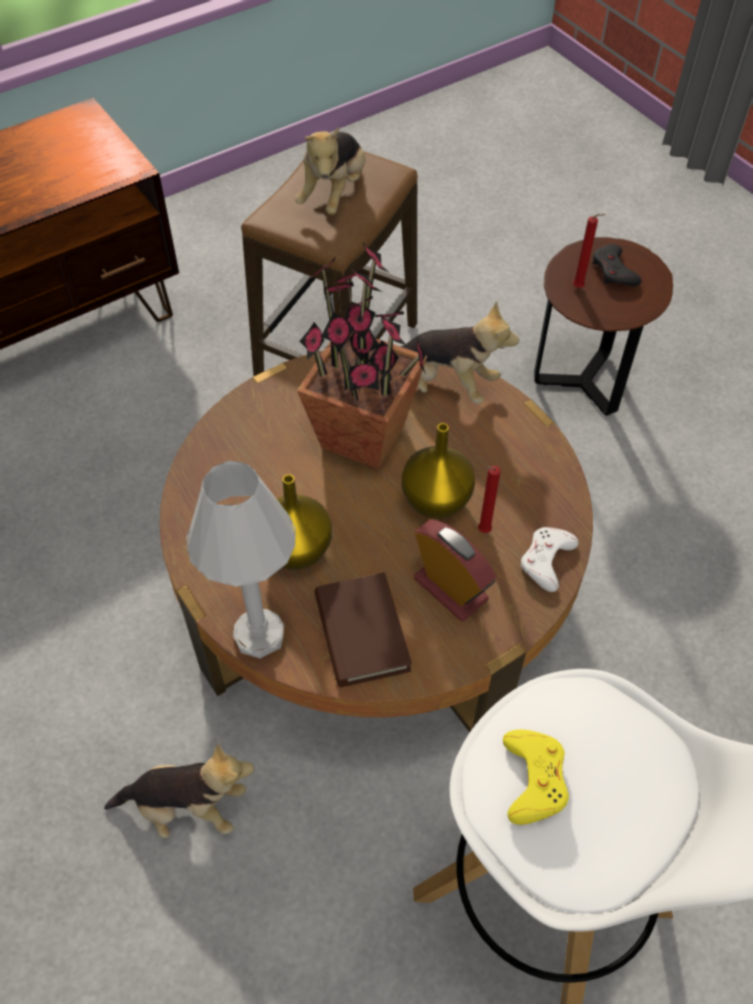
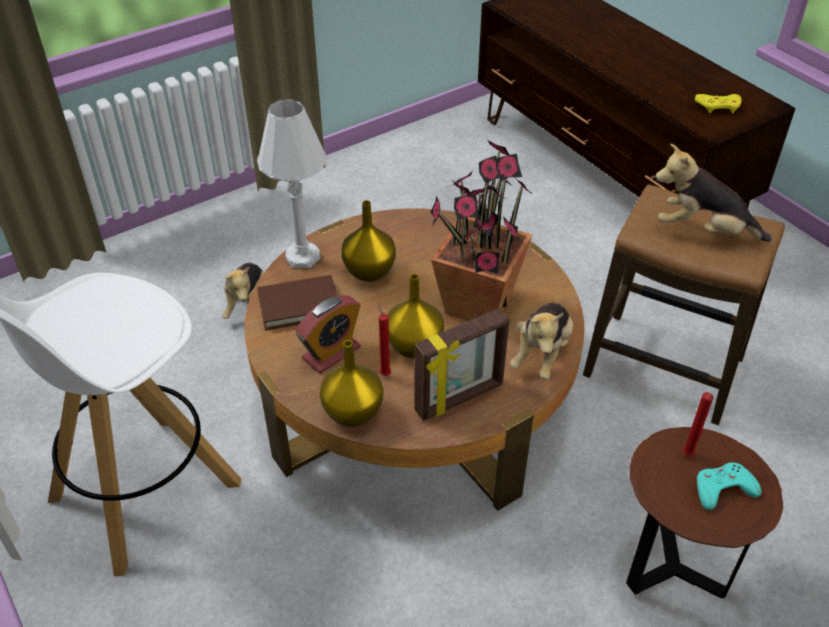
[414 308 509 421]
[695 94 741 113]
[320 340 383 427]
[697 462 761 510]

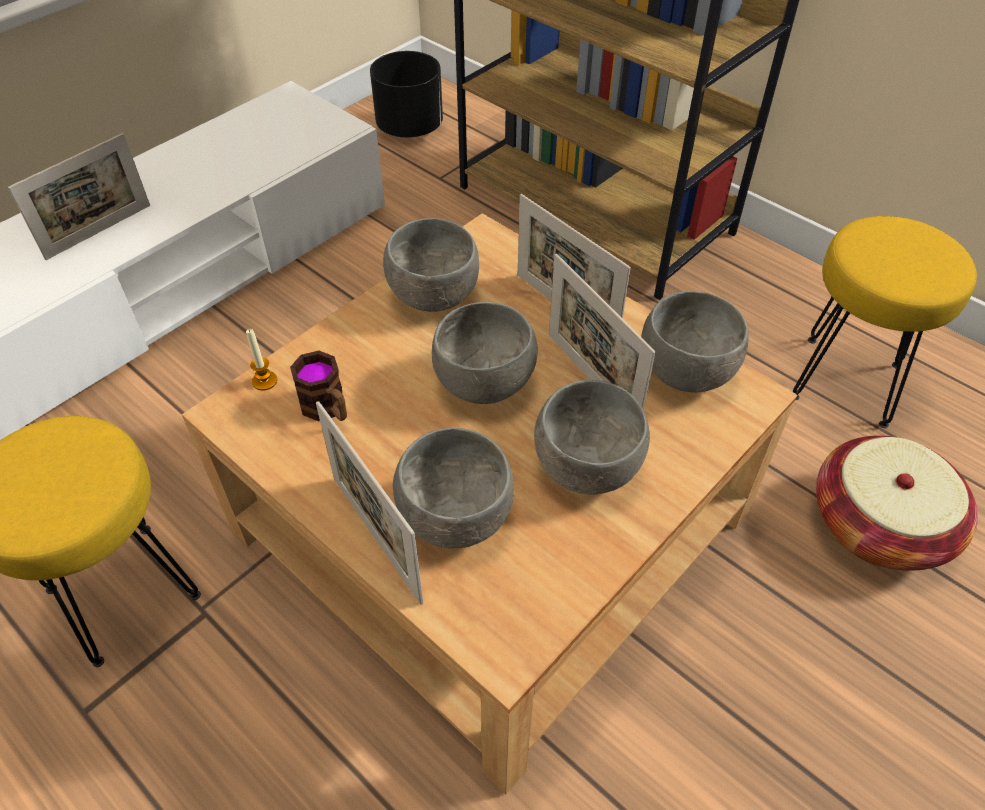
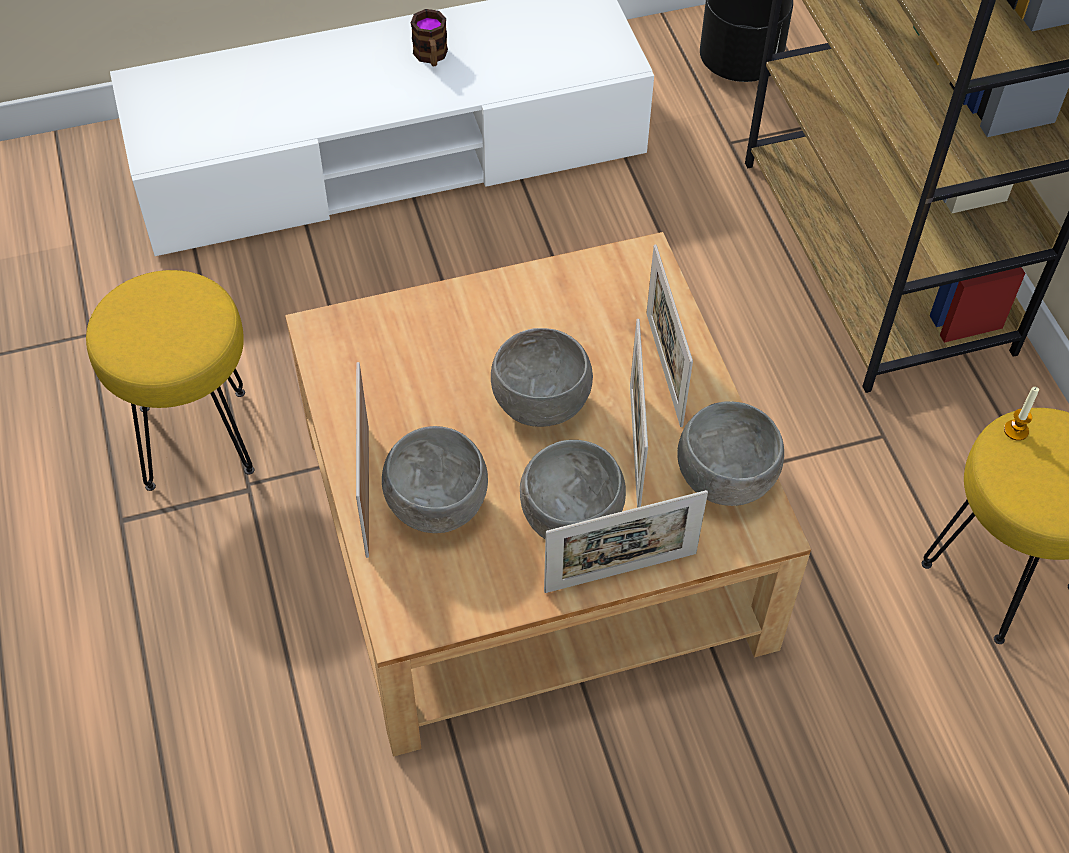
[383 218 479 312] (first image)
[816 435 978 570] (first image)
[544 490 708 593]
[1004 387 1039 441]
[411 9 448 66]

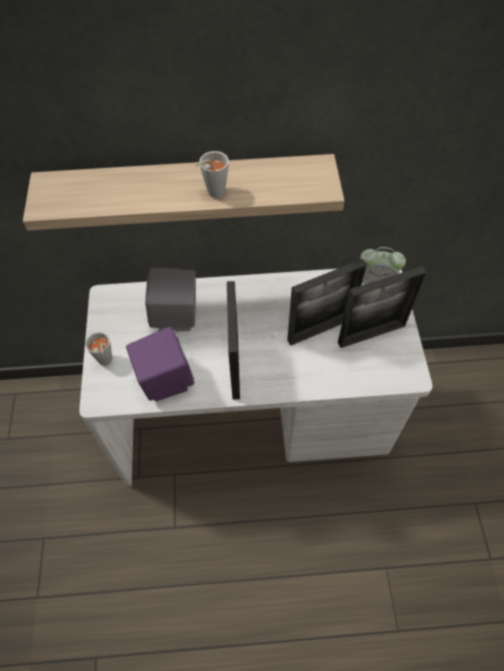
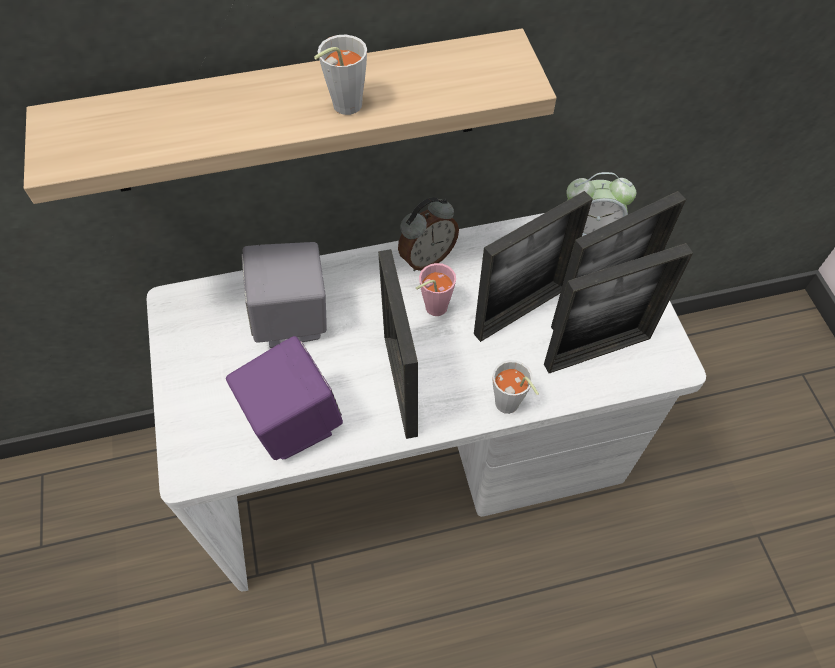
[398 197 459 271]
[416 263 456 316]
[544 243 693 373]
[492 360 539 414]

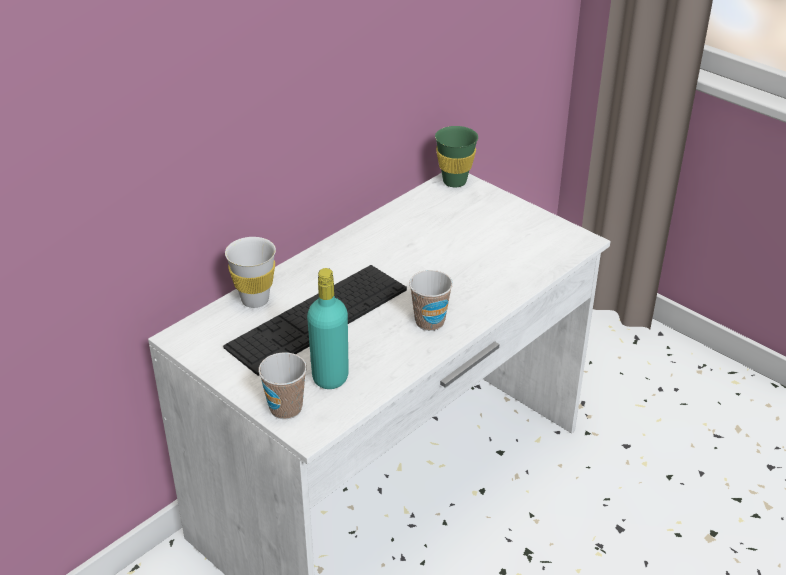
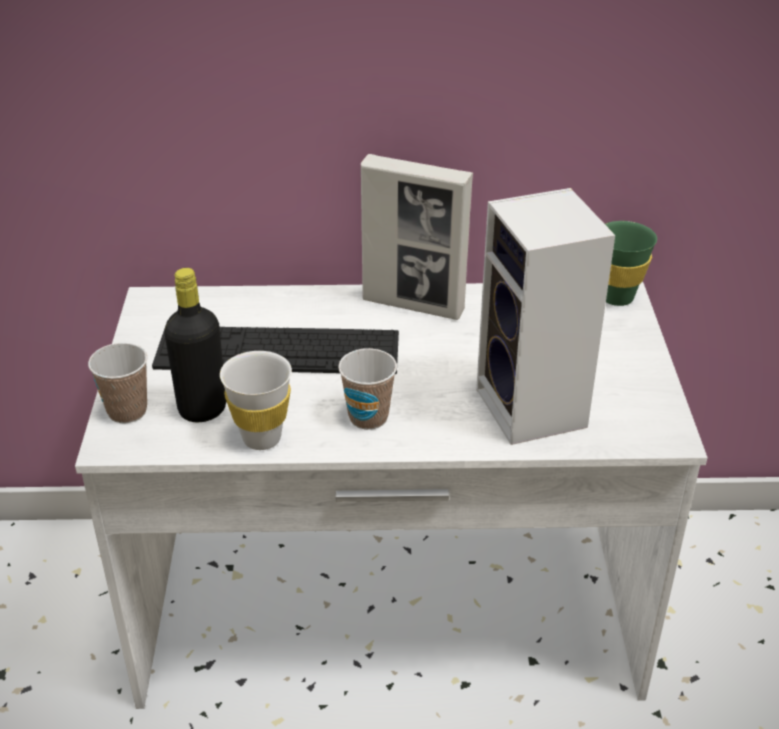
[361 154 473 320]
[476 188 615 445]
[220 351 292 450]
[164 268 226 422]

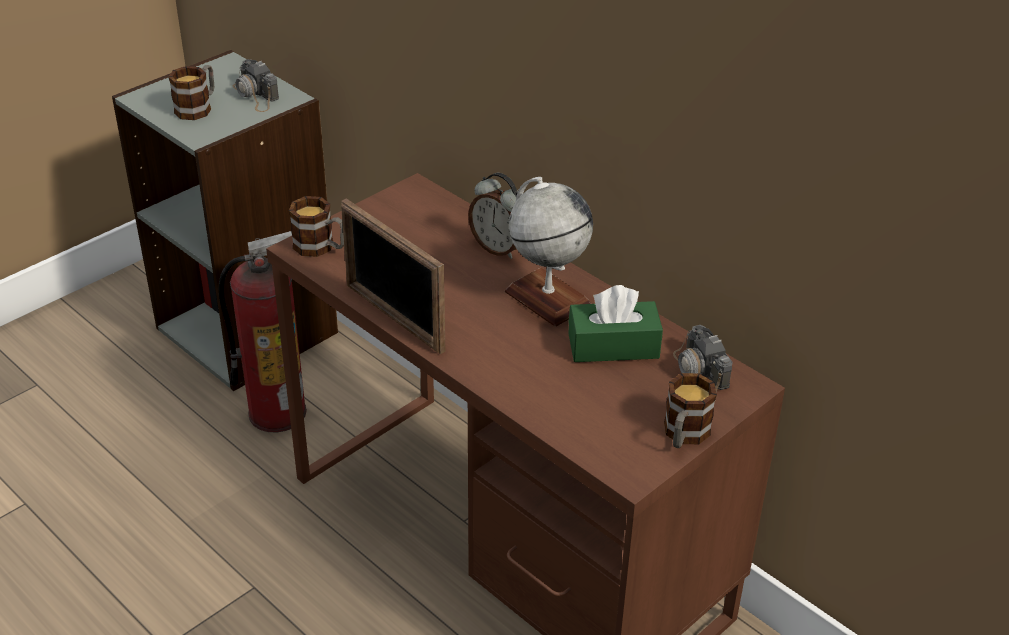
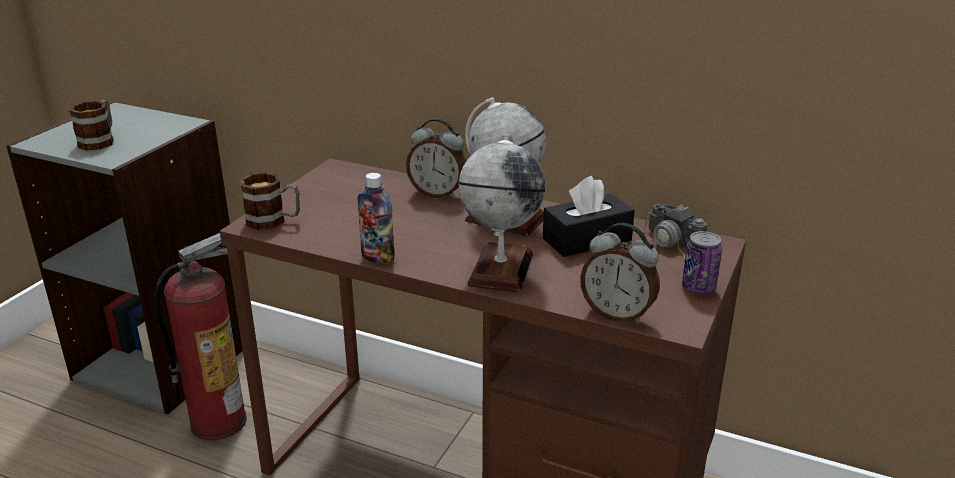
[233 59 279 112] (first image)
[459 134 545 292]
[580 223 660 324]
[357 173 395 263]
[682 231 722 295]
[543 176 635 257]

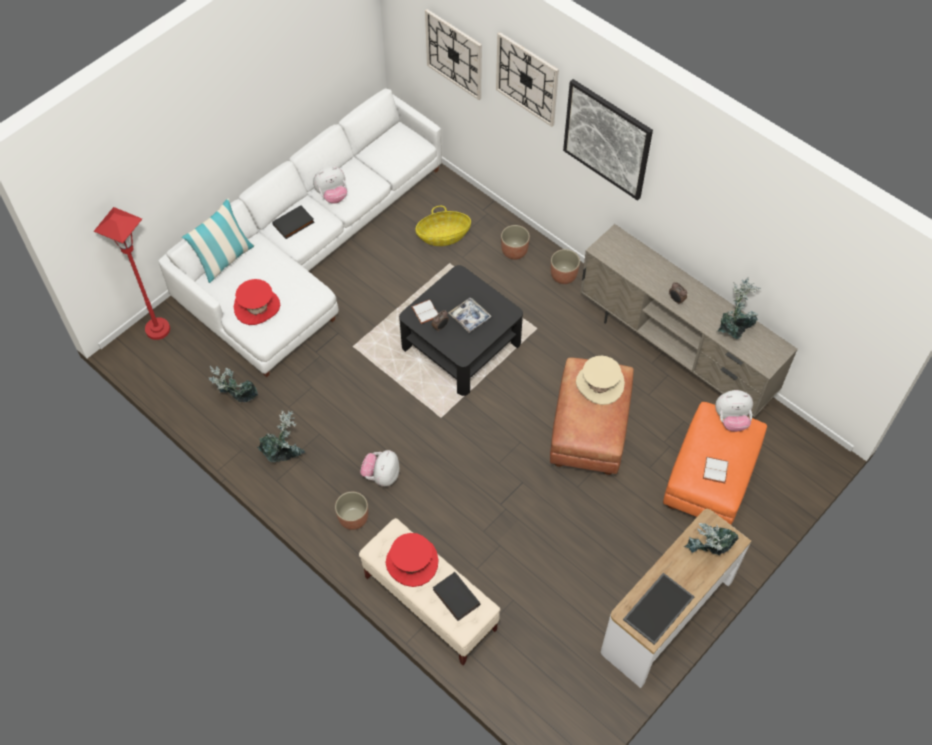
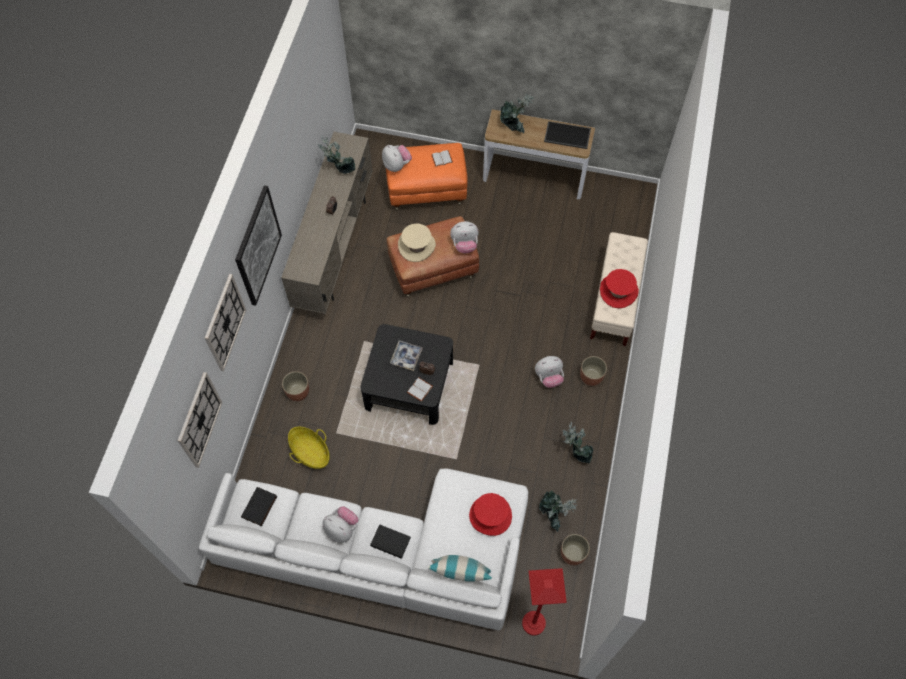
[450 221 479 253]
[241 487 277 526]
[561 534 590 565]

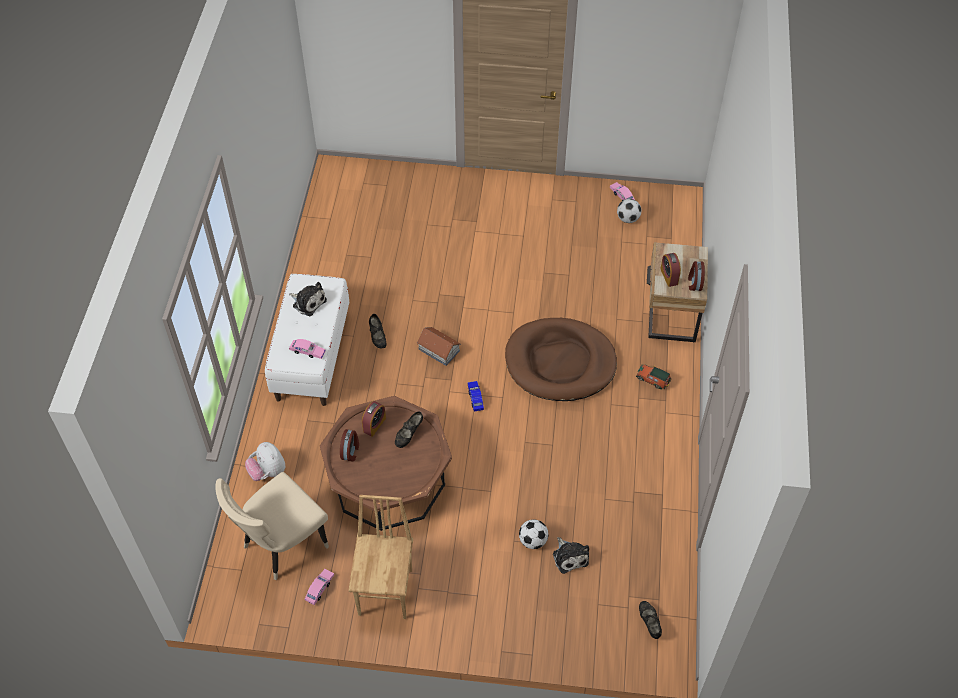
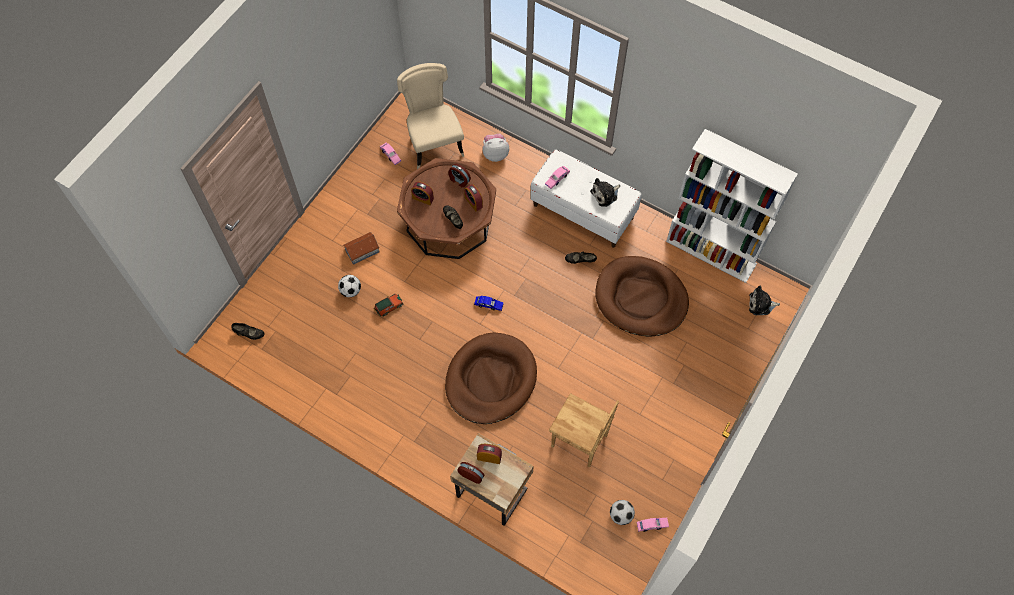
[411 181 434 205]
[595 256 689 336]
[666 129 798 283]
[549 393 619 468]
[343 232 380 265]
[749 286 780 315]
[374 294 404 317]

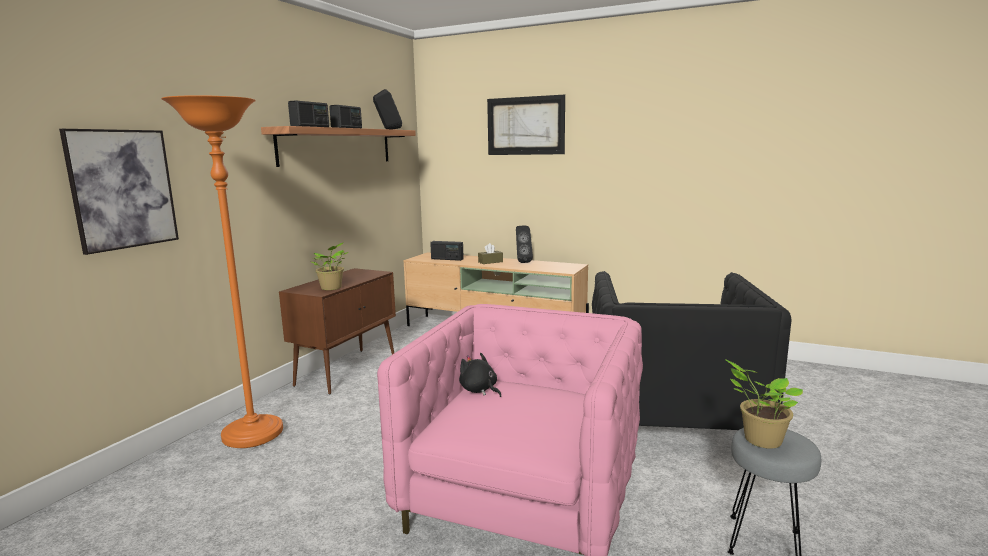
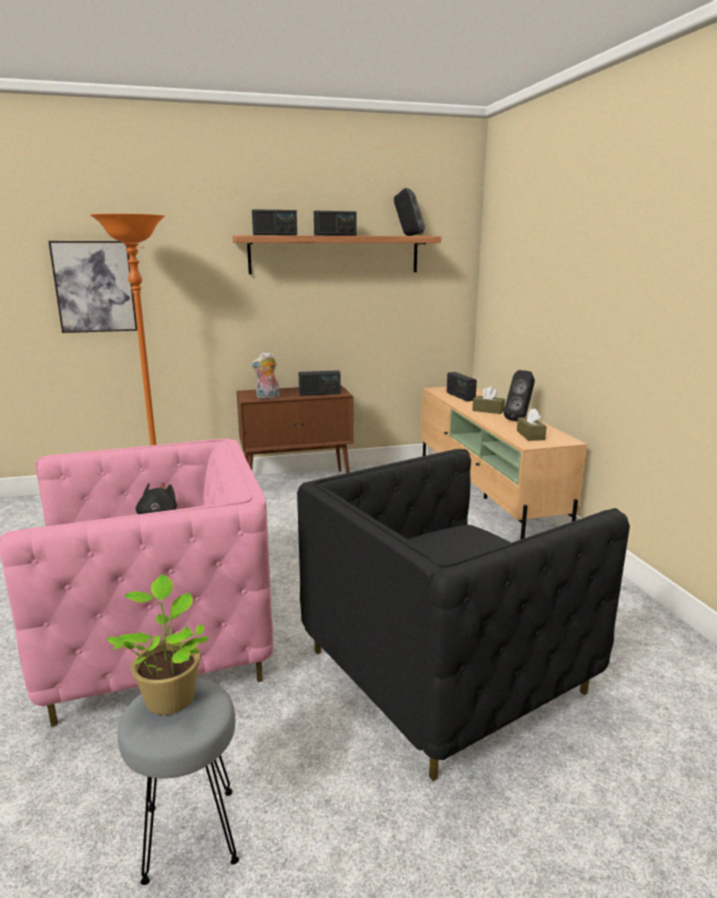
[487 95 565 155] (first image)
[298 370 341 396]
[517 408 547 441]
[251 352 279 399]

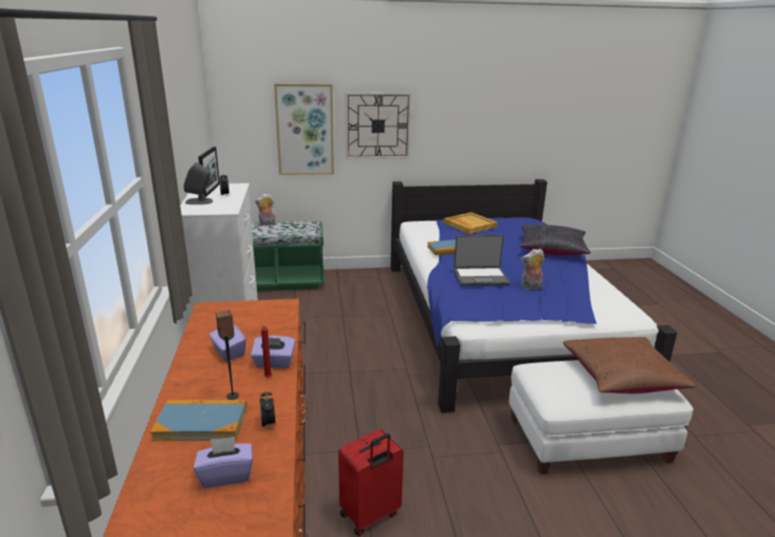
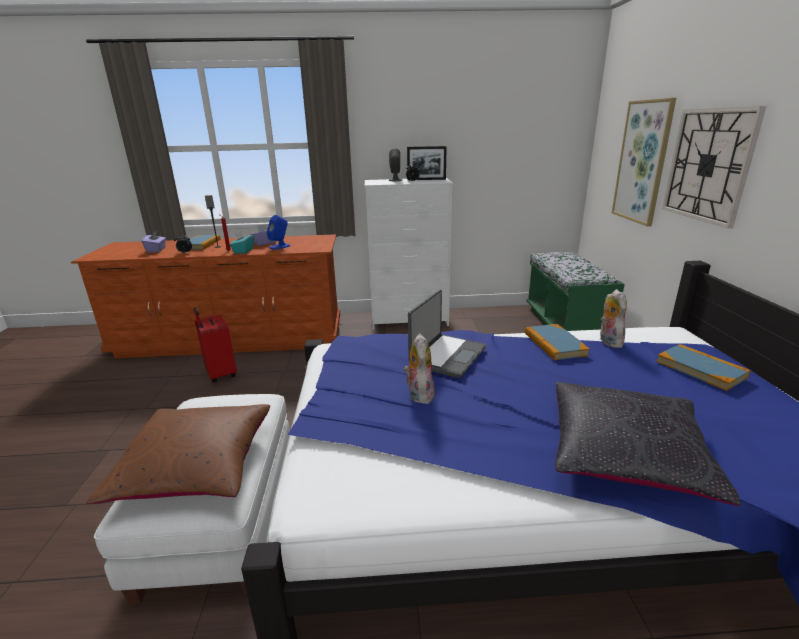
[267 215 290 249]
[600 289 627 348]
[656 344 751 391]
[230 231 254 254]
[408 290 486 378]

